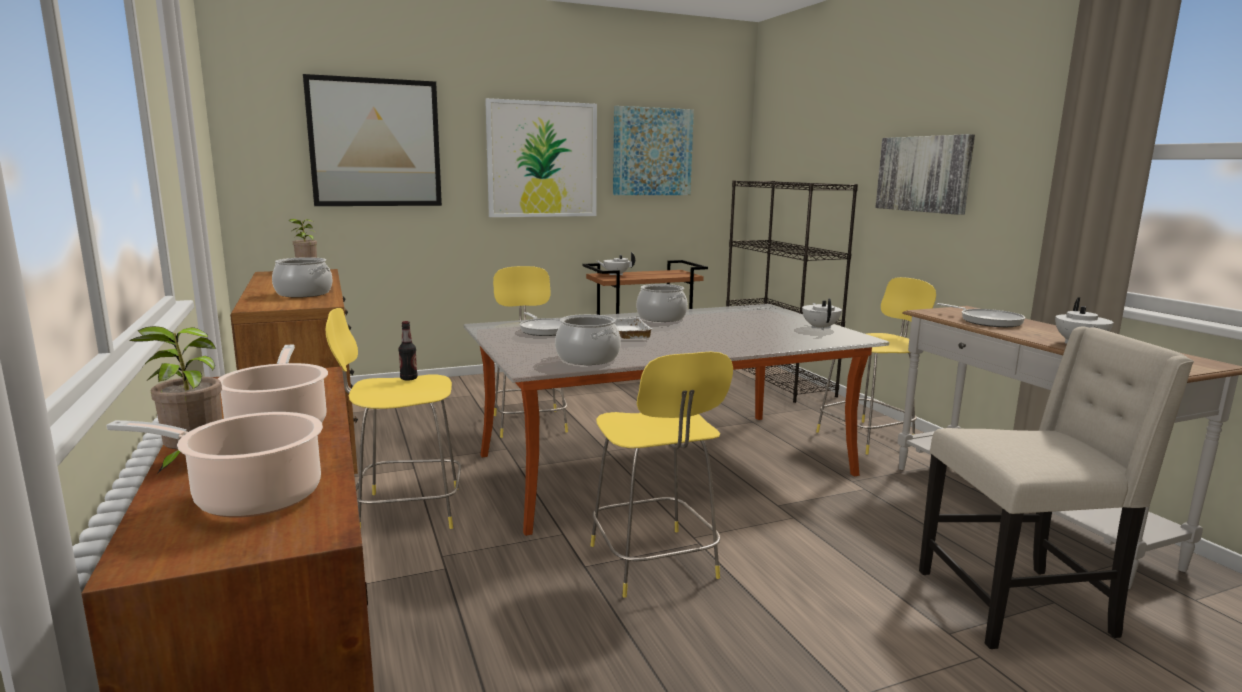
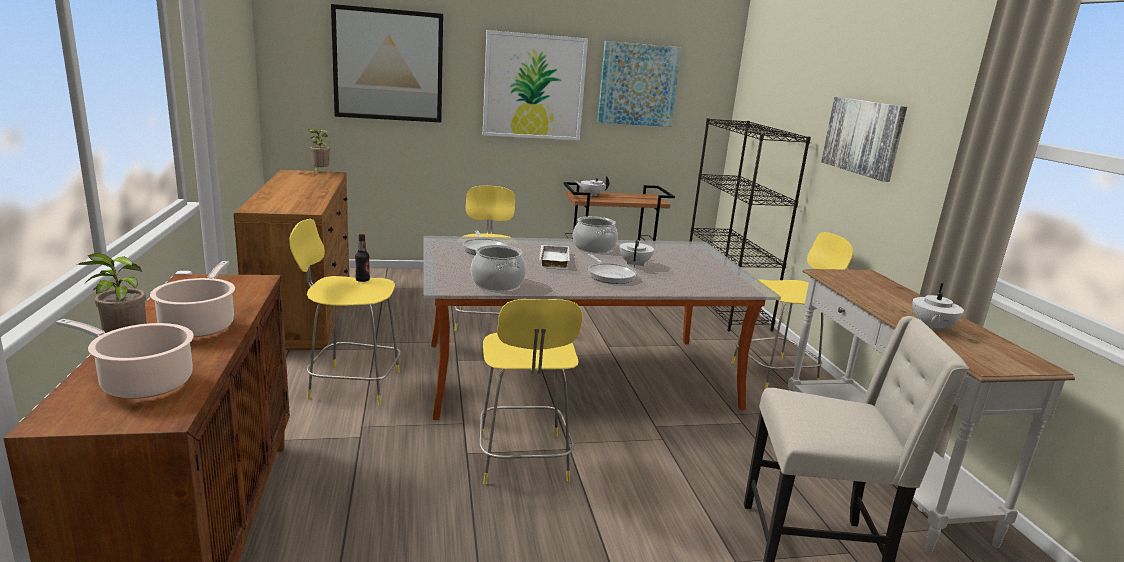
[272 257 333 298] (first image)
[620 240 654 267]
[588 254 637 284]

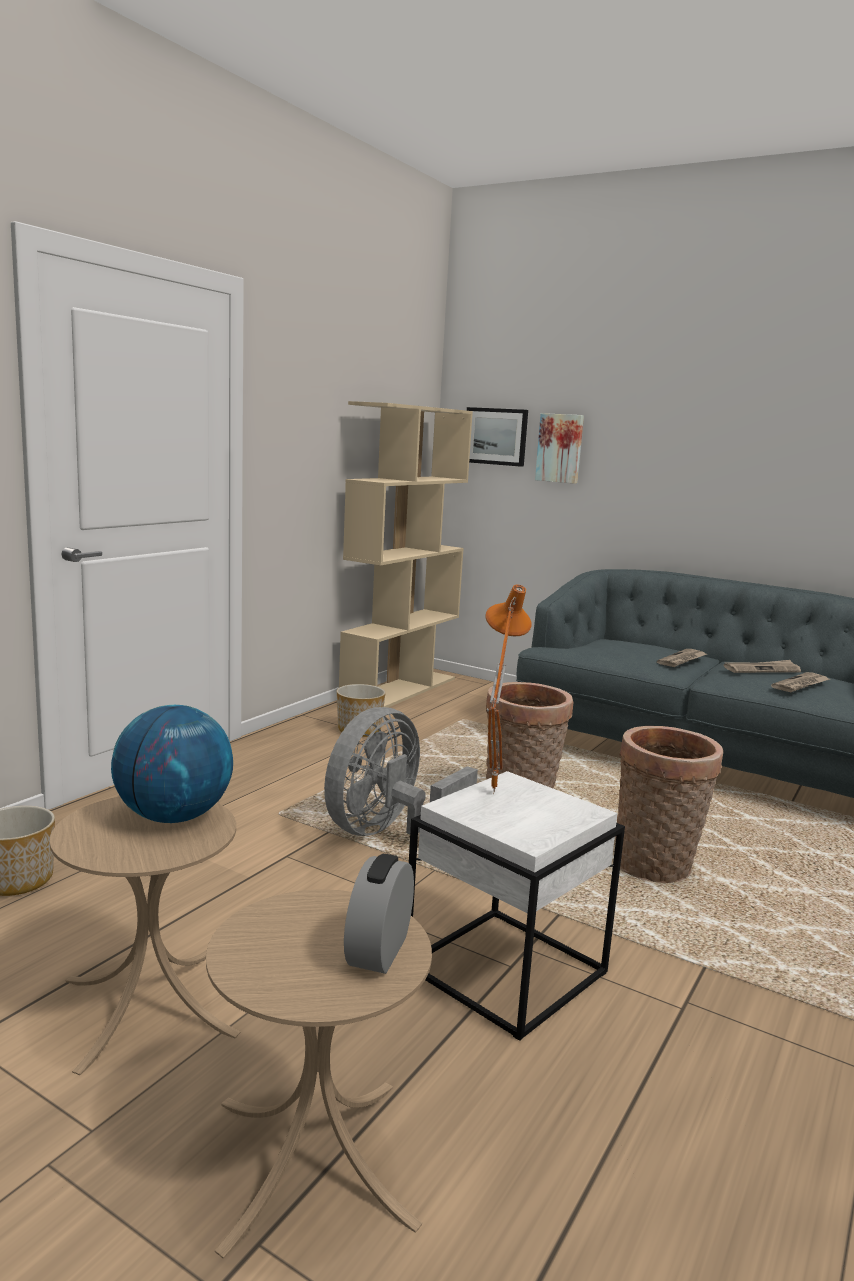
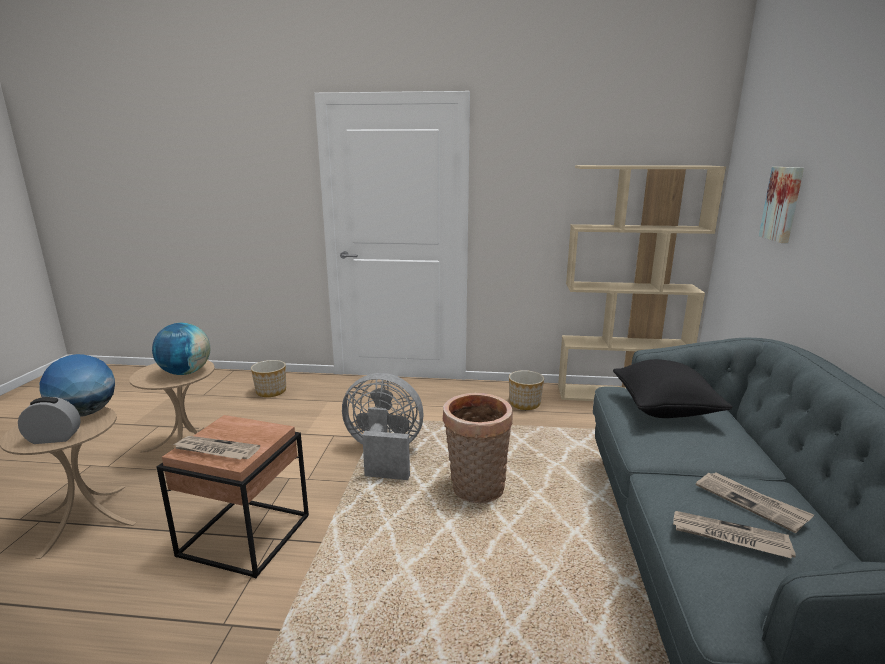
[467 407 528 467] (first image)
[485 584 532 794] (first image)
[615 726 723 883] (first image)
[39 354 115 417]
[613 359 733 418]
[173 436 260 460]
[157 415 309 578]

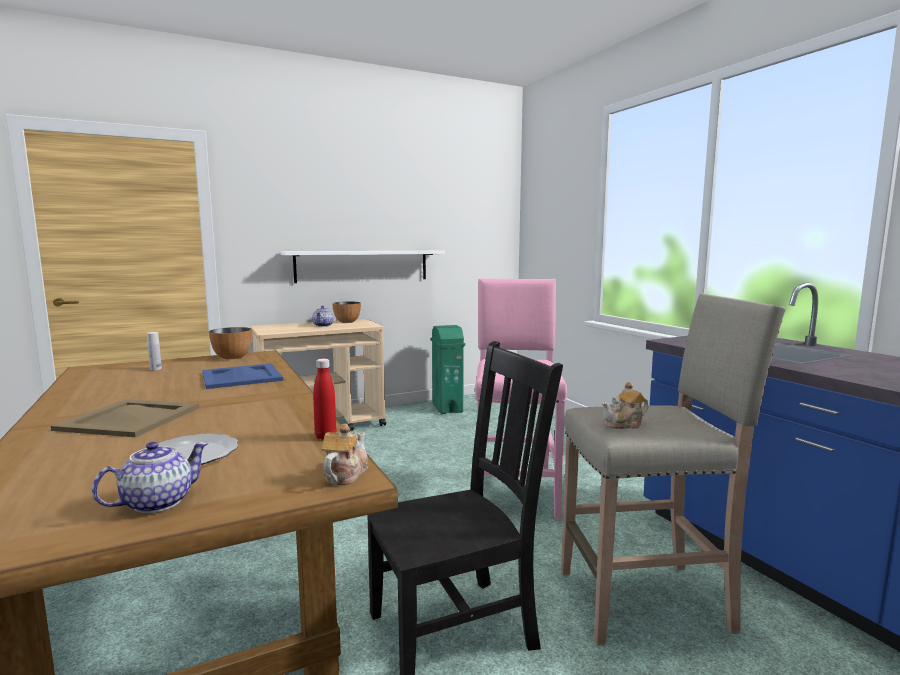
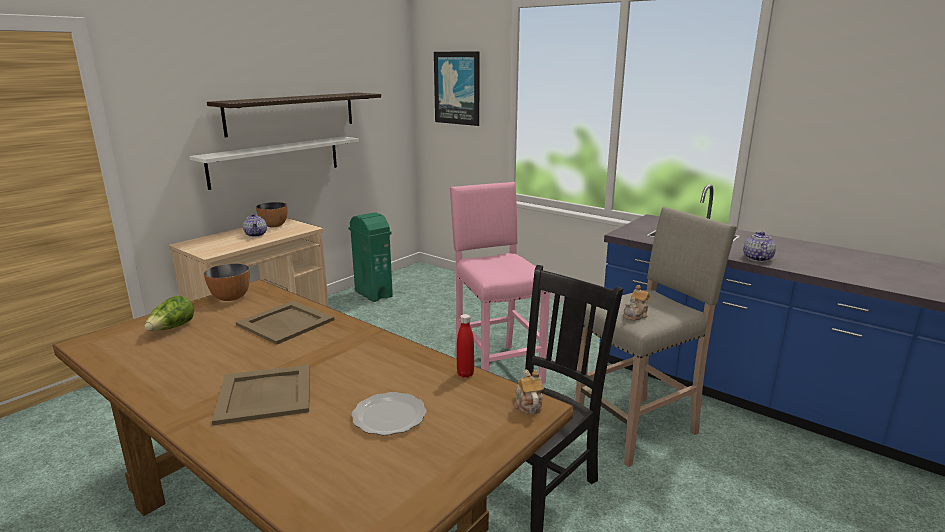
[207 93 381 137]
[434 51 480 126]
[743 232 776 262]
[145 296 194 331]
[236 301 334 345]

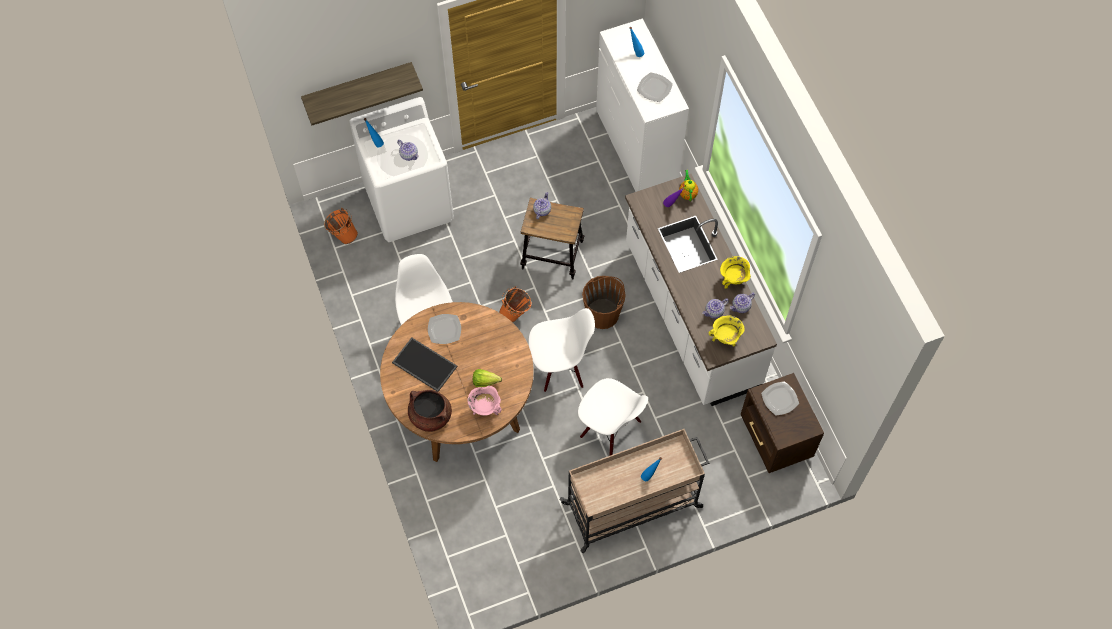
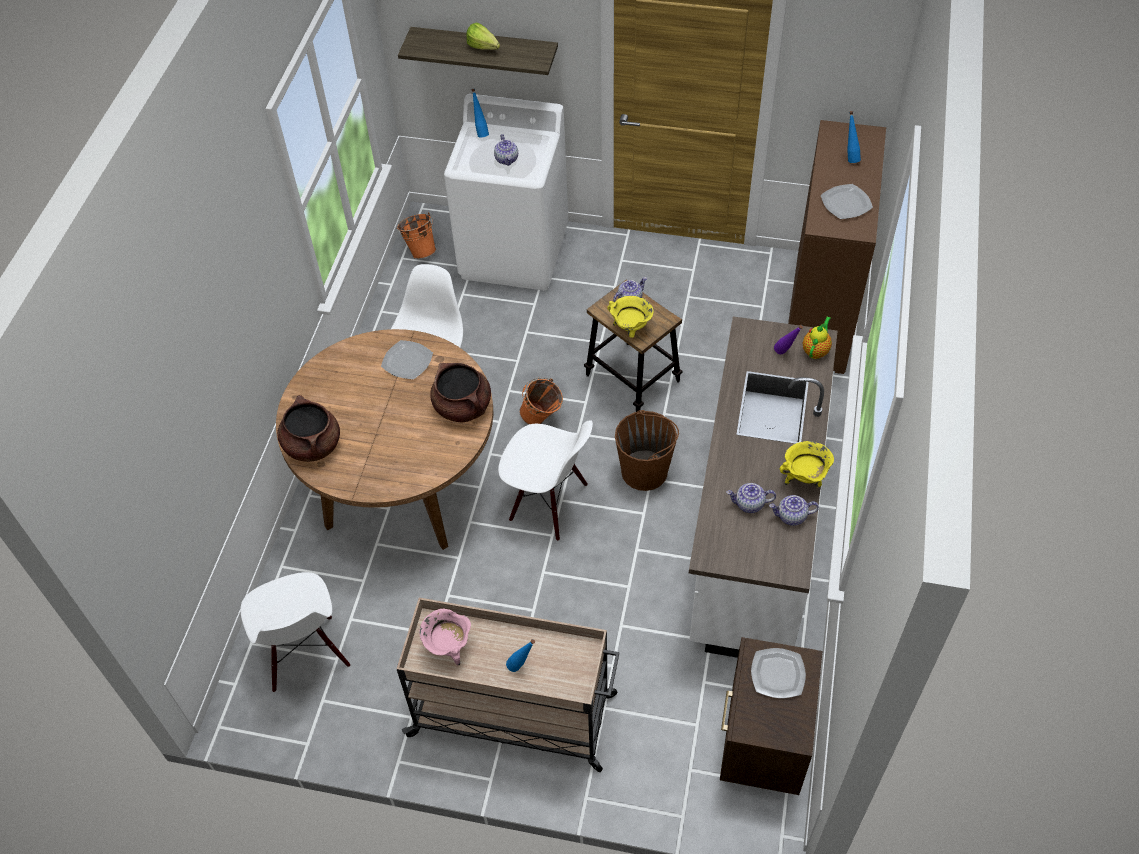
[392 337 458 392] (first image)
[430 363 491 422]
[419 609 471 666]
[466 23 500 50]
[240 572 350 692]
[608 296 653 338]
[788 120 886 374]

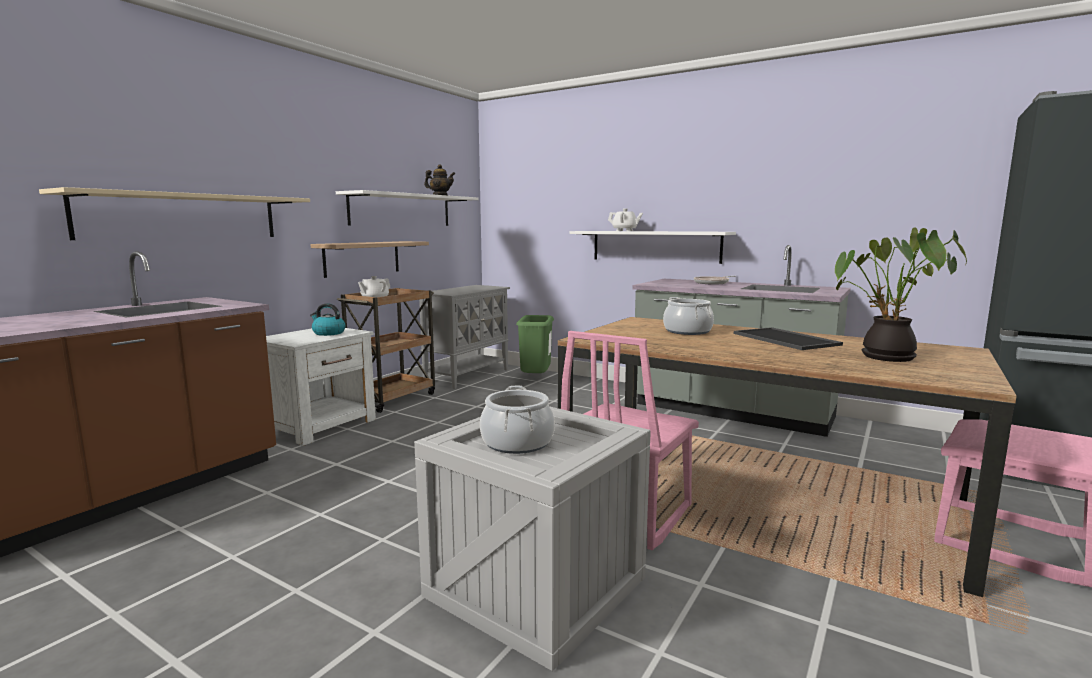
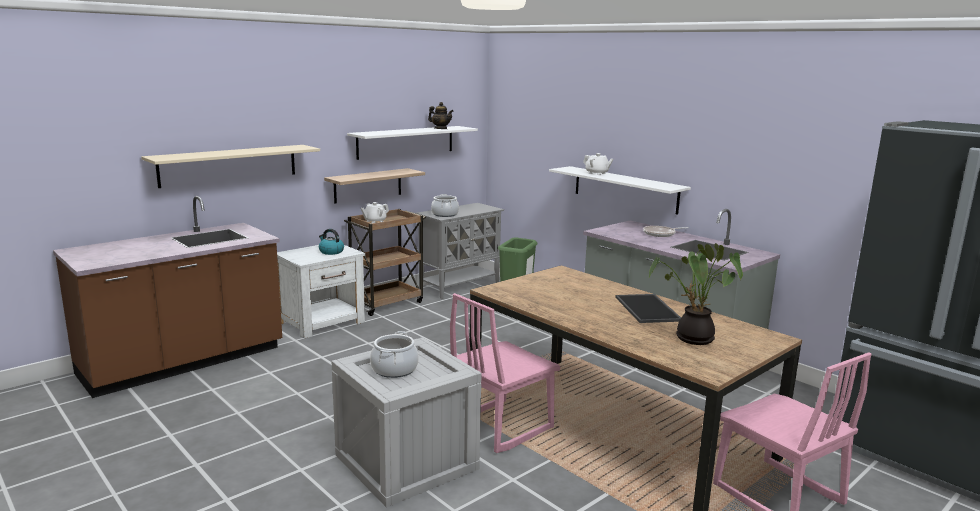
[431 194 459 217]

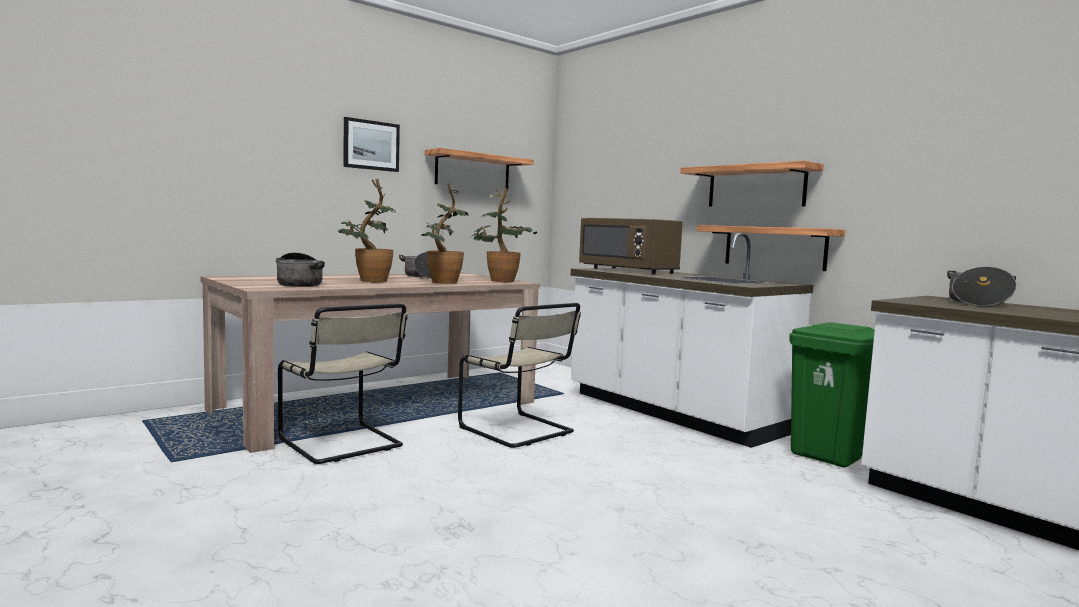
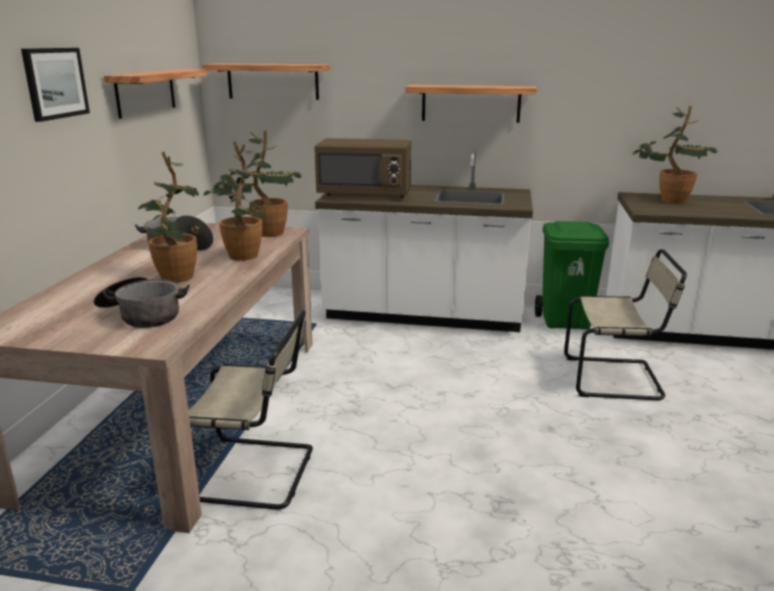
[564 249 687 400]
[203 63 330 100]
[633 106 718 204]

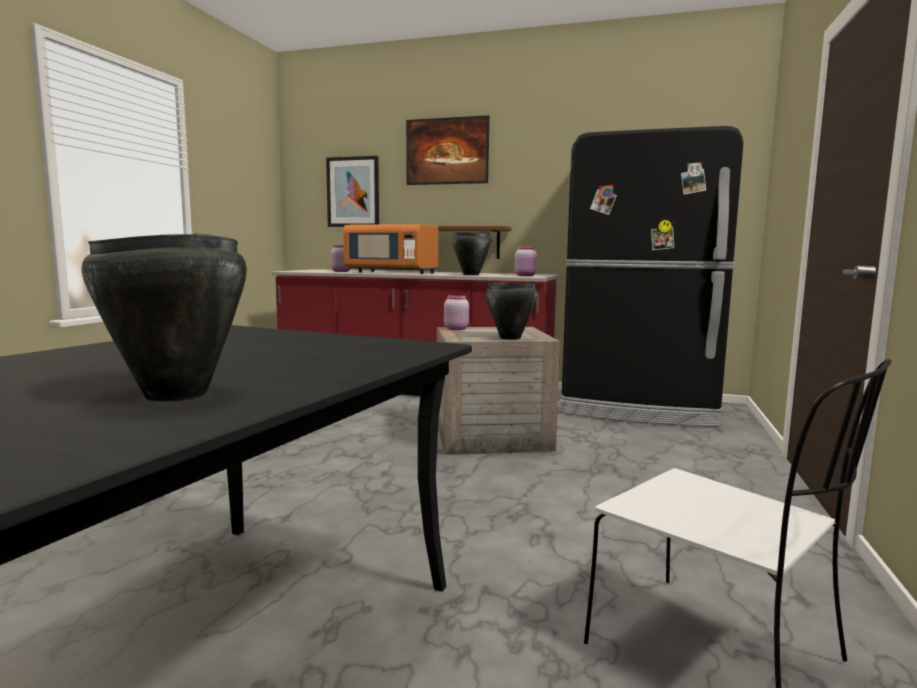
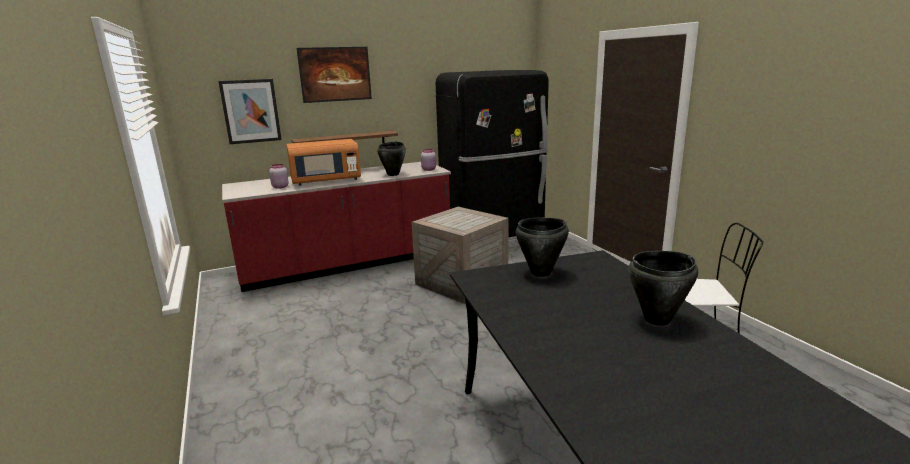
[444 295 469 330] (first image)
[516 218 569 277]

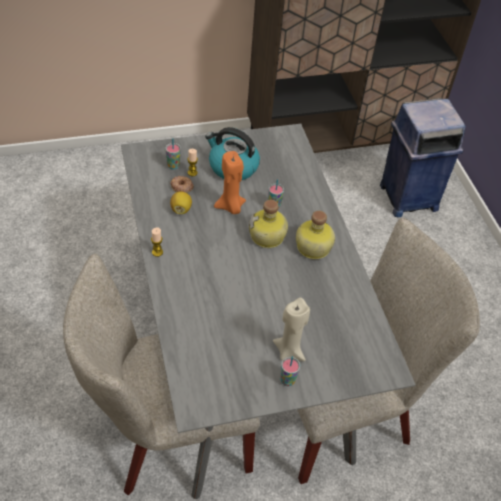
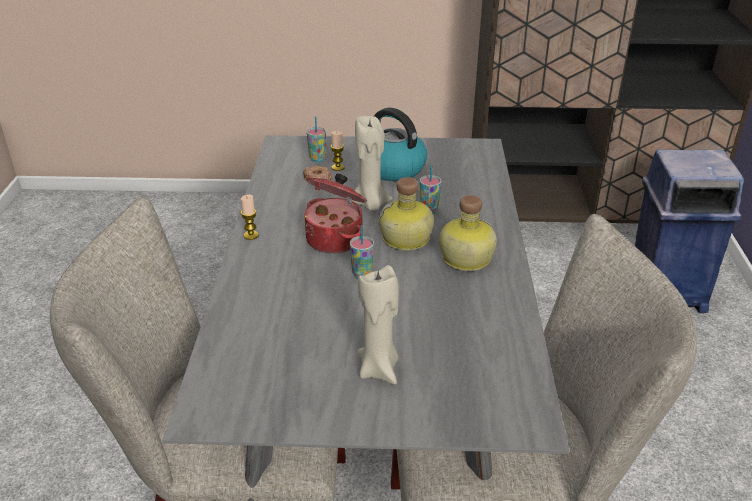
[170 191 192 214] (first image)
[305 174 367 254]
[350 225 374 279]
[352 116 393 211]

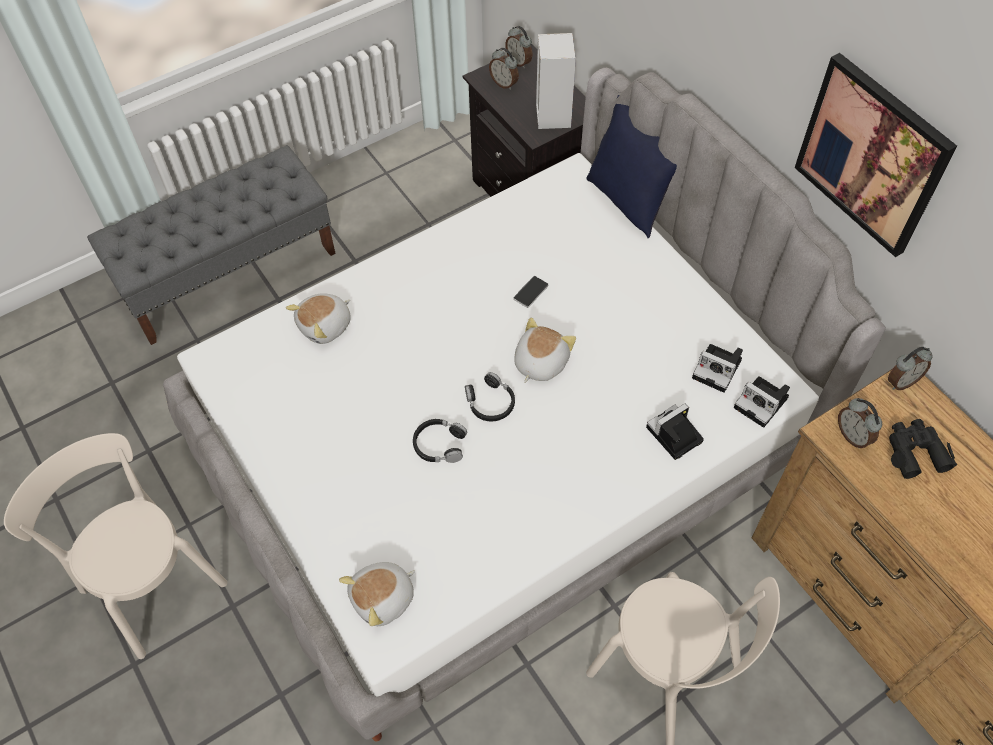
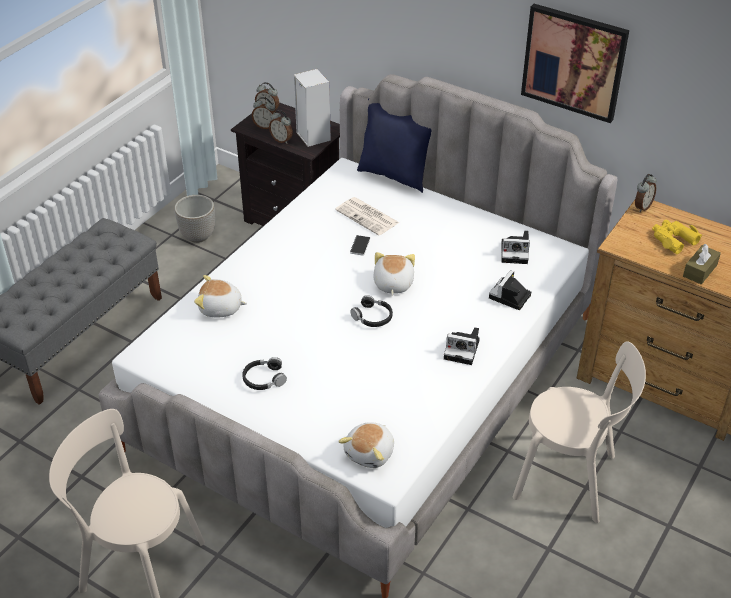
[174 195 215 243]
[335 197 400 235]
[683 244 721 284]
[242 357 287 390]
[444 327 480 365]
[269 110 293 144]
[652 219 702 254]
[194 275 247 318]

